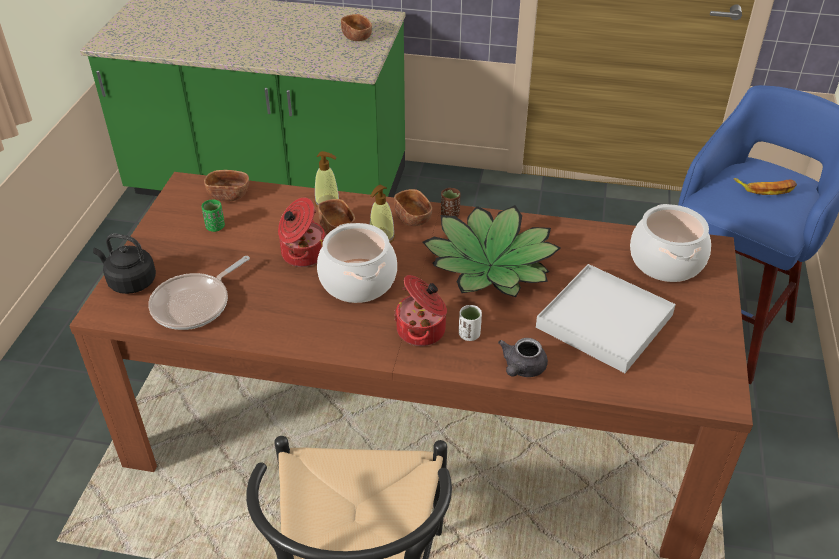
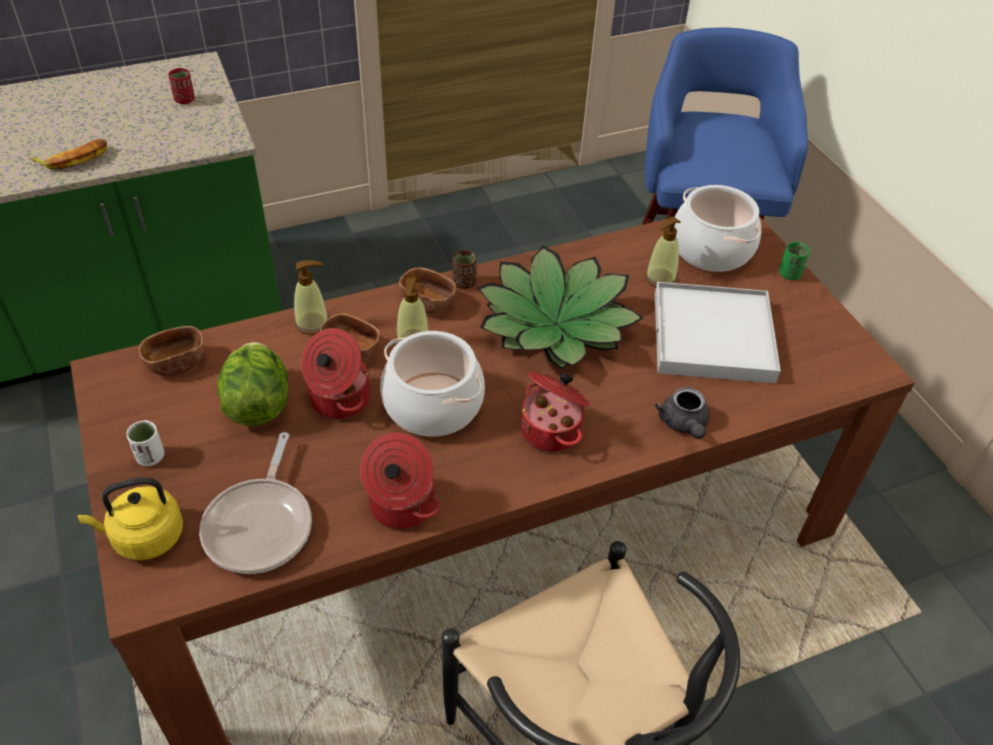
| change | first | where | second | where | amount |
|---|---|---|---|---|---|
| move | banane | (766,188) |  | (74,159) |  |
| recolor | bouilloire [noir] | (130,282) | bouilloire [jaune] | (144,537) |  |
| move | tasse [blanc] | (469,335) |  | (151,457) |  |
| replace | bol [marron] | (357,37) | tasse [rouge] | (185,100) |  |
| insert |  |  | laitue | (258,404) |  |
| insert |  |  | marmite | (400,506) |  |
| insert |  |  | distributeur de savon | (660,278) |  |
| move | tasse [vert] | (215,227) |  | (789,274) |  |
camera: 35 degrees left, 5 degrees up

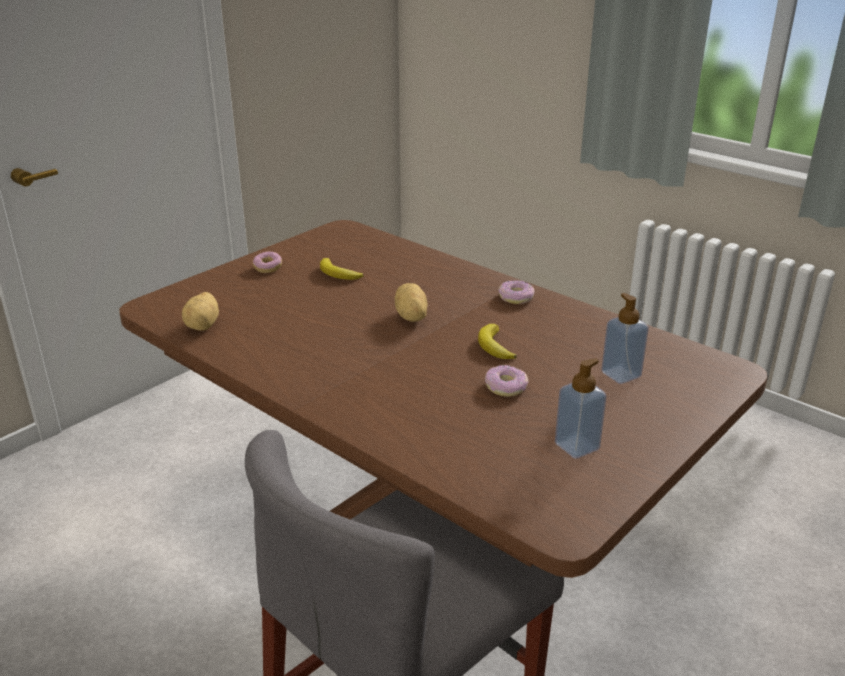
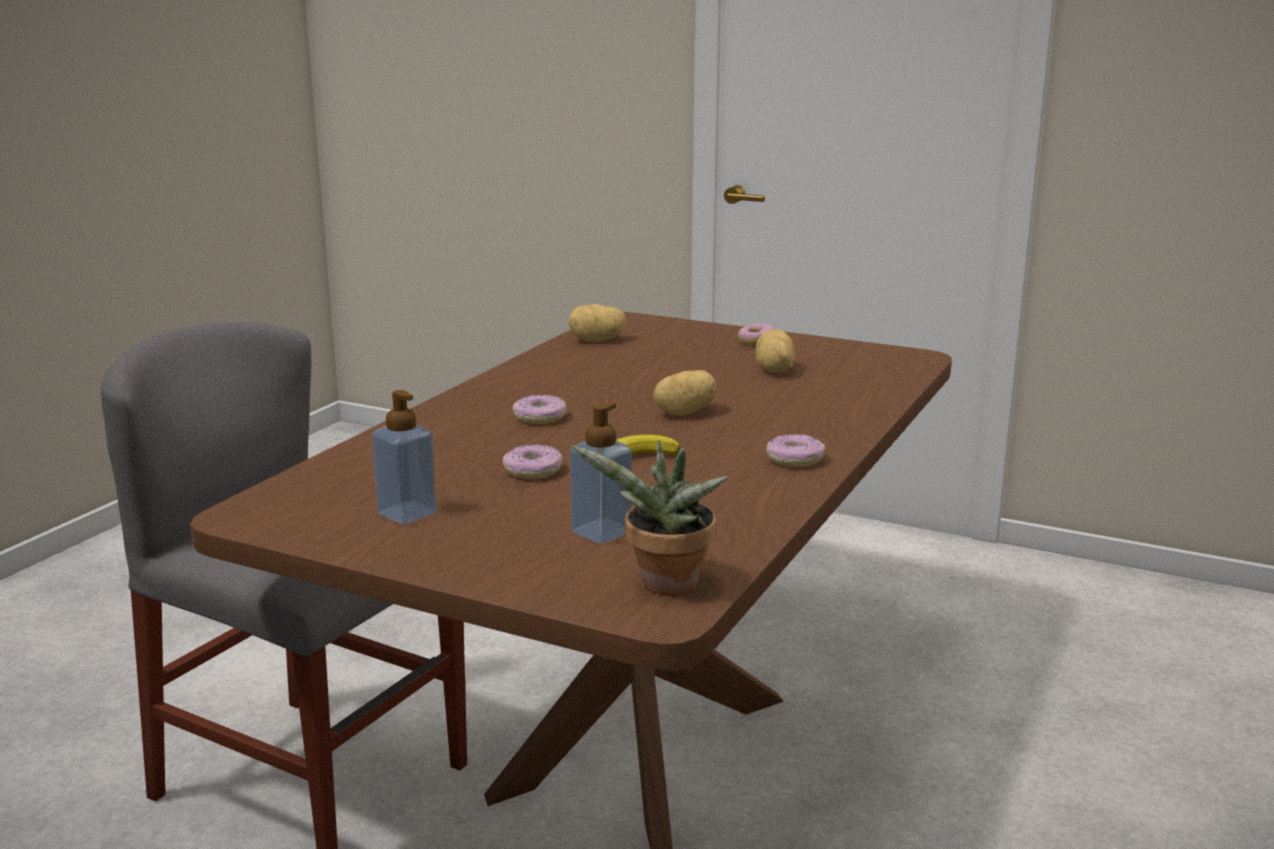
| change | first | where | second | where | amount |
|---|---|---|---|---|---|
| insert |  |  | beignet | (540,417) |  |
| insert |  |  | plante en pot | (664,587) |  |
| replace | banane | (338,274) | pomme de terre | (773,370) |  |
camera: 75 degrees right, 10 degrees down

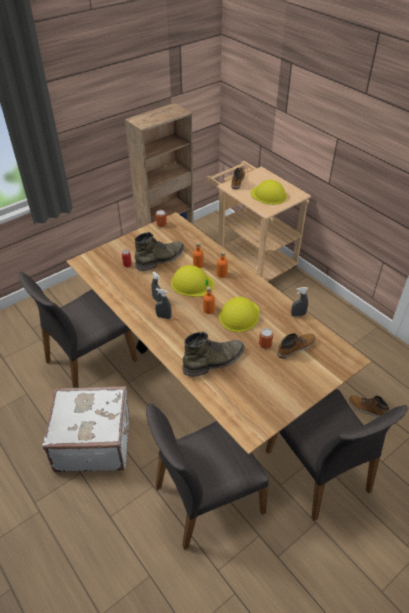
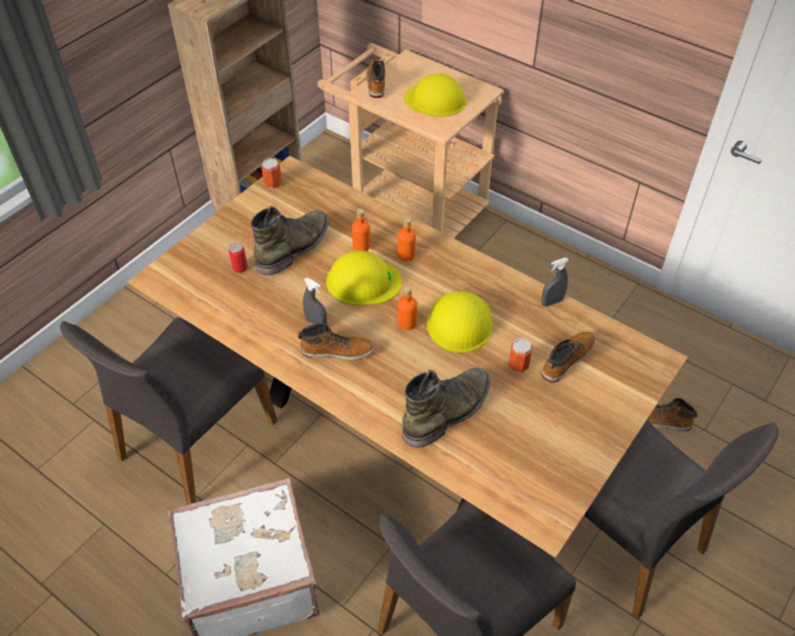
| change | first | where | second | where | amount |
|---|---|---|---|---|---|
| replace | vaporisateur [gris] | (164,317) | botte | (337,350) |  |
camera: 15 degrees left, 5 degrees up

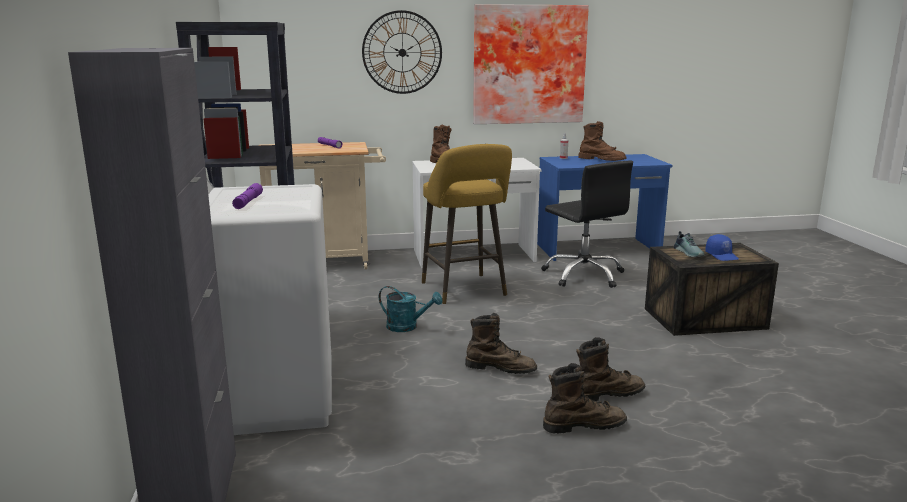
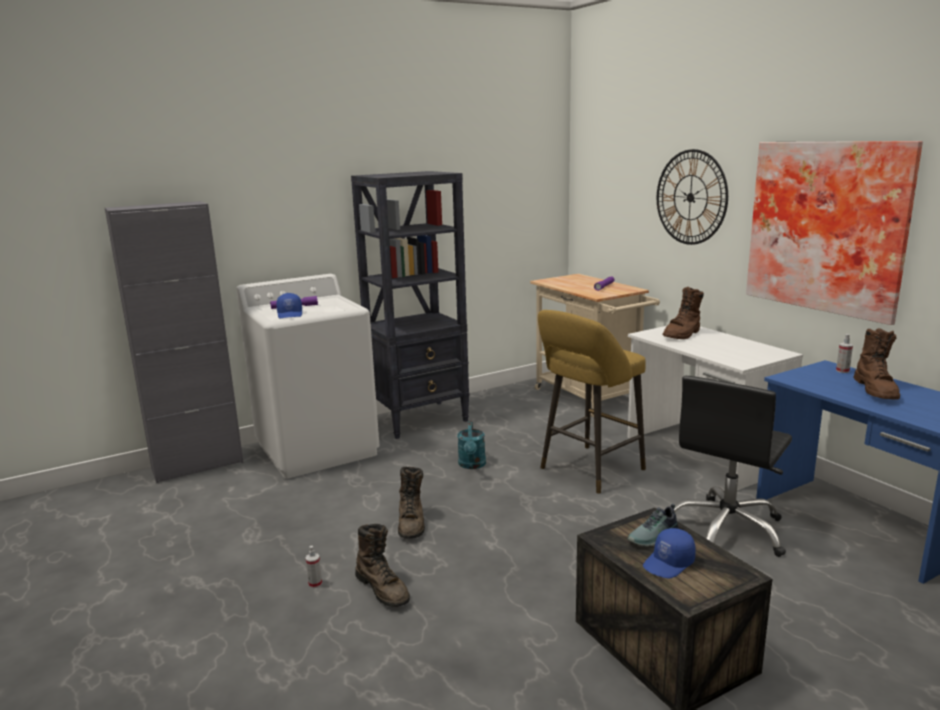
| change | first | where | second | where | amount |
|---|---|---|---|---|---|
| insert |  |  | casquette [bleu] | (290,314) |  |
| replace | botte [marron] | (583,426) | vaporisateur | (315,584) |  |
camera: 70 degrees right, 0 degrees up

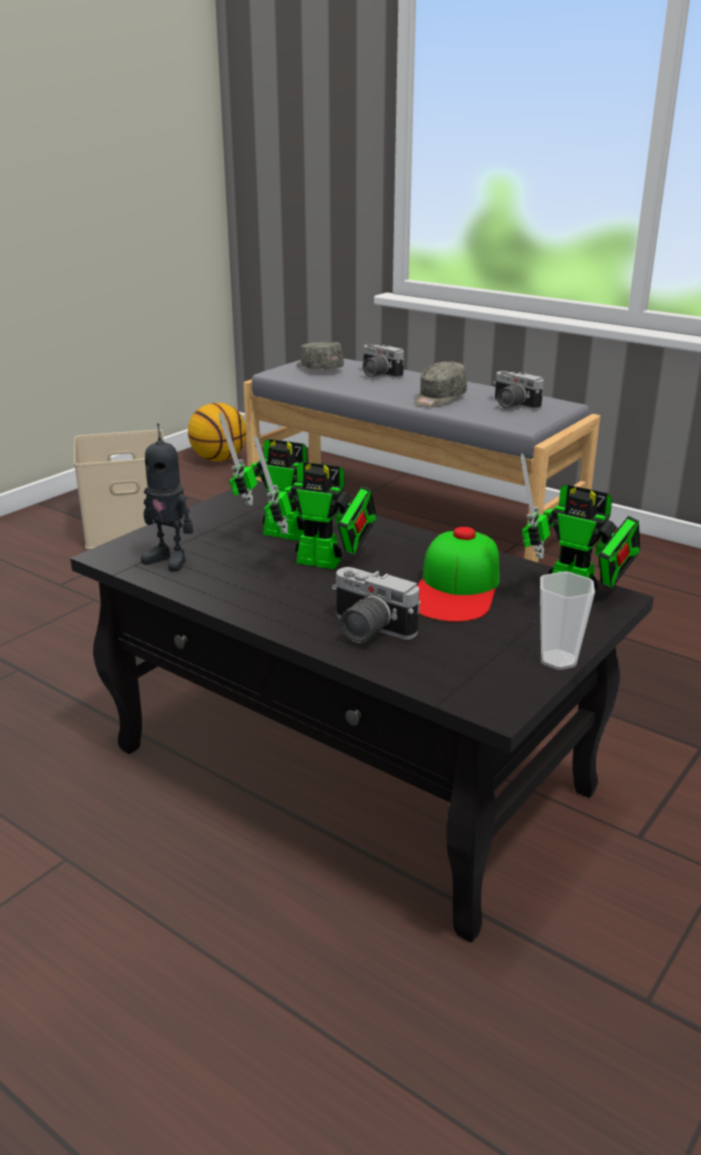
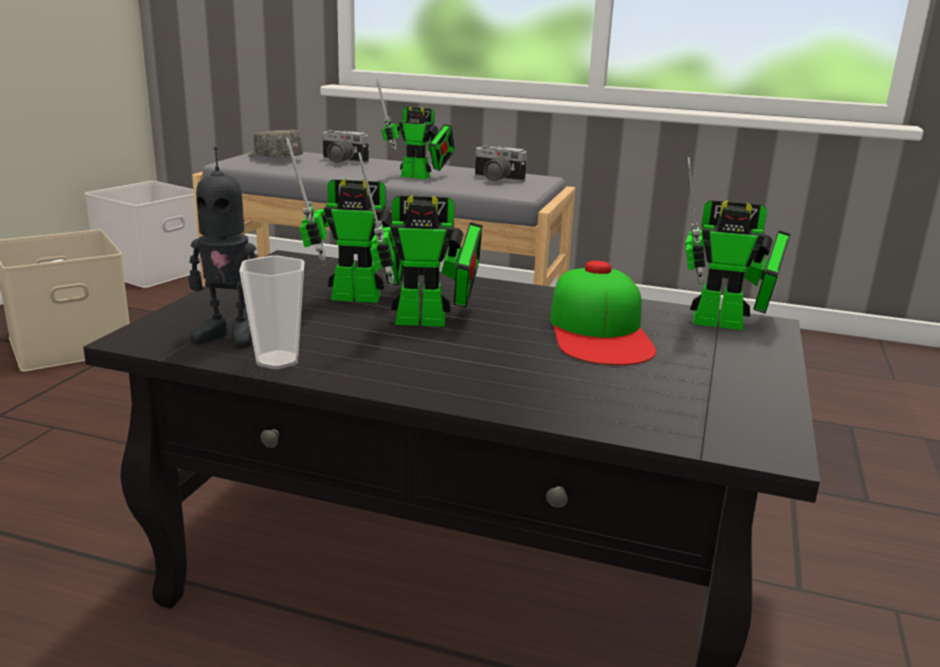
| change | first | where | second | where | amount |
|---|---|---|---|---|---|
| replace | ballon de basket | (219,459) | boîte de rangement [blanc] | (153,269) |  |
| move | tasse | (558,660) |  | (277,360) |  |
| replace | casquette [gris] | (439,399) | robot jouet | (420,177) |  |
| delete | appareil photo | (366,631) |  |  |  |
camera: 20 degrees left, 5 degrees down

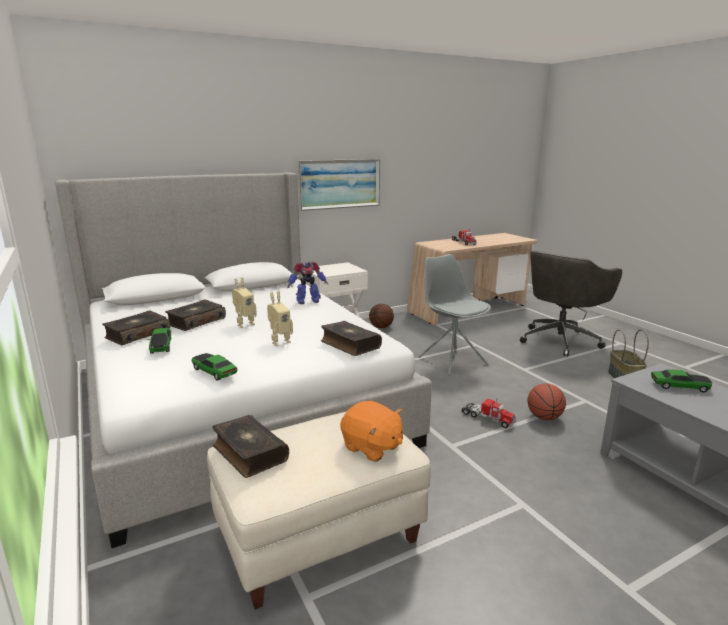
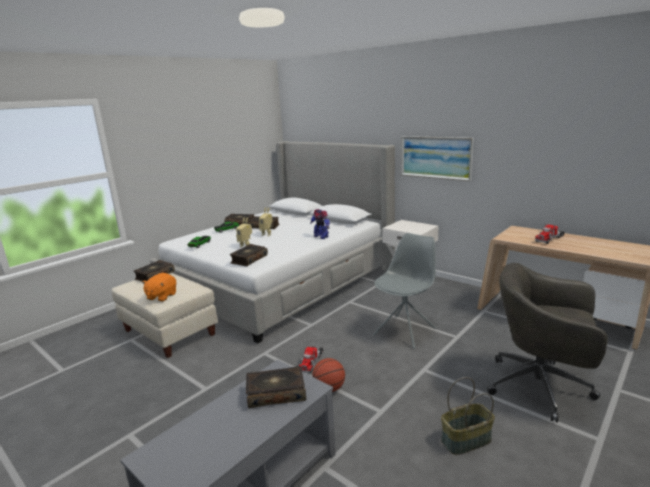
| change | first | where | second | where | amount |
|---|---|---|---|---|---|
| replace | petite voiture | (679,386) | livre | (276,393) |  |
| delete | ballon de basket | (381,327) |  |  |  |
camera: 70 degrees right, 0 degrees up

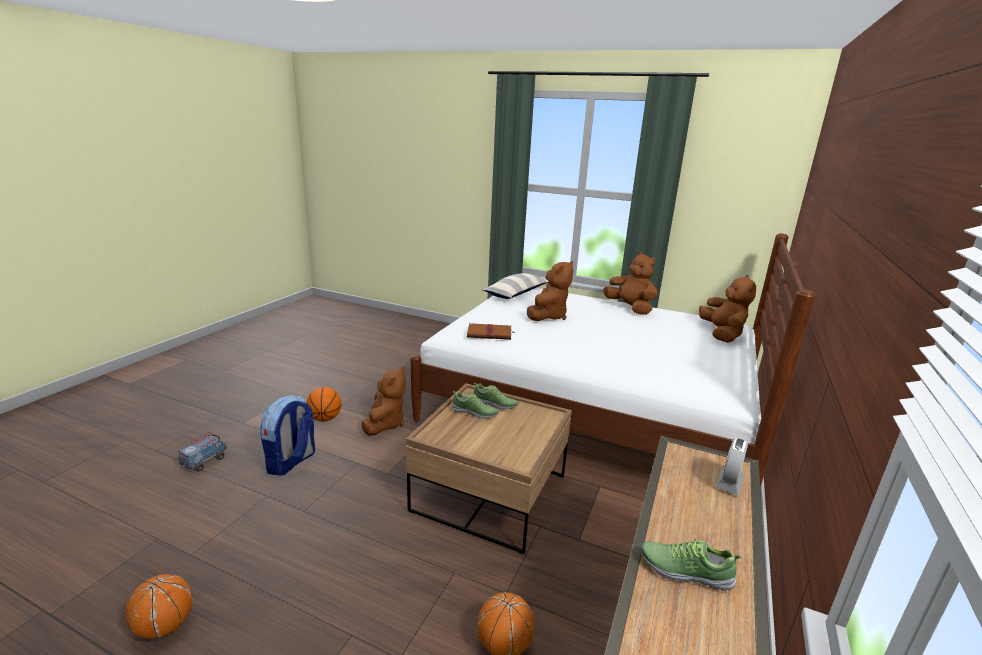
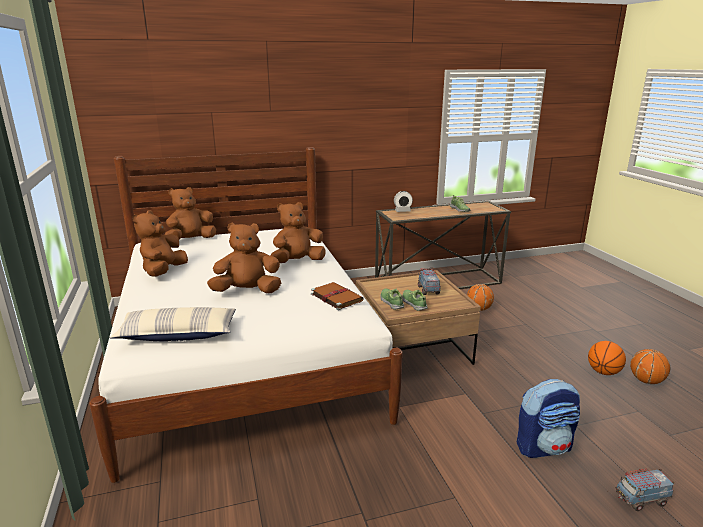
| change | first | where | second | where | amount |
|---|---|---|---|---|---|
| move | peluche [marron] | (385,424) |  | (297,262) |  |
| insert |  |  | camion jouet | (428,290) |  |
| move | ballon de basket | (325,418) |  | (603,372) |  |
camera: 130 degrees left, 0 degrees up

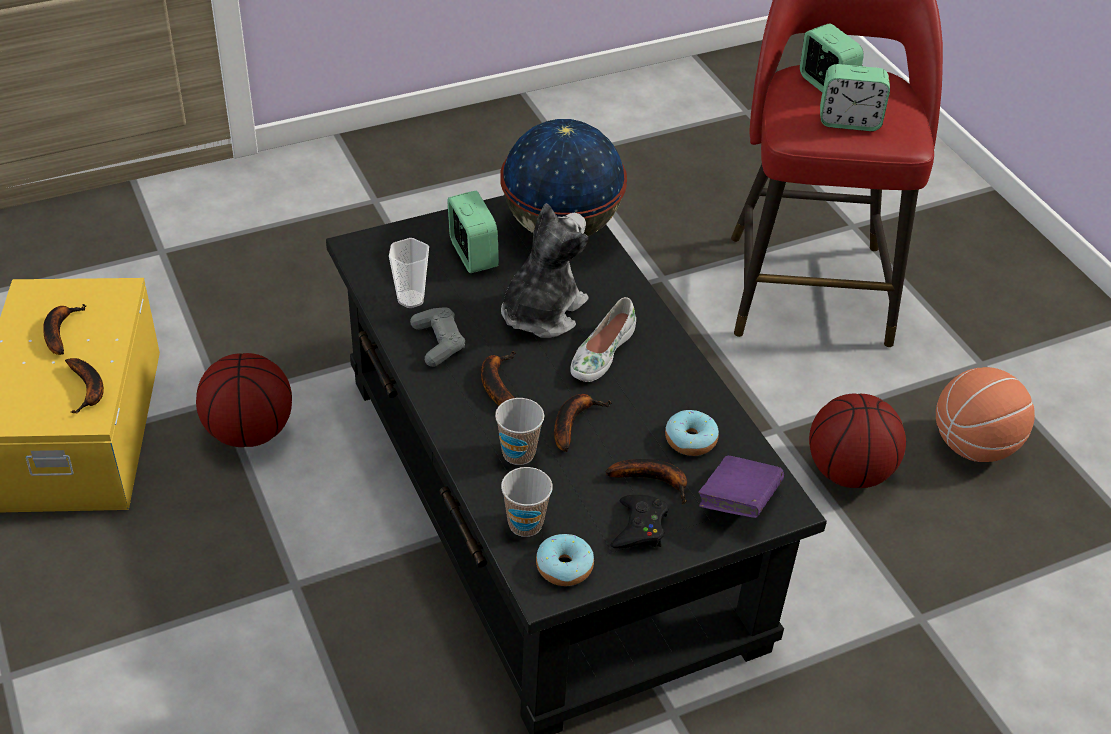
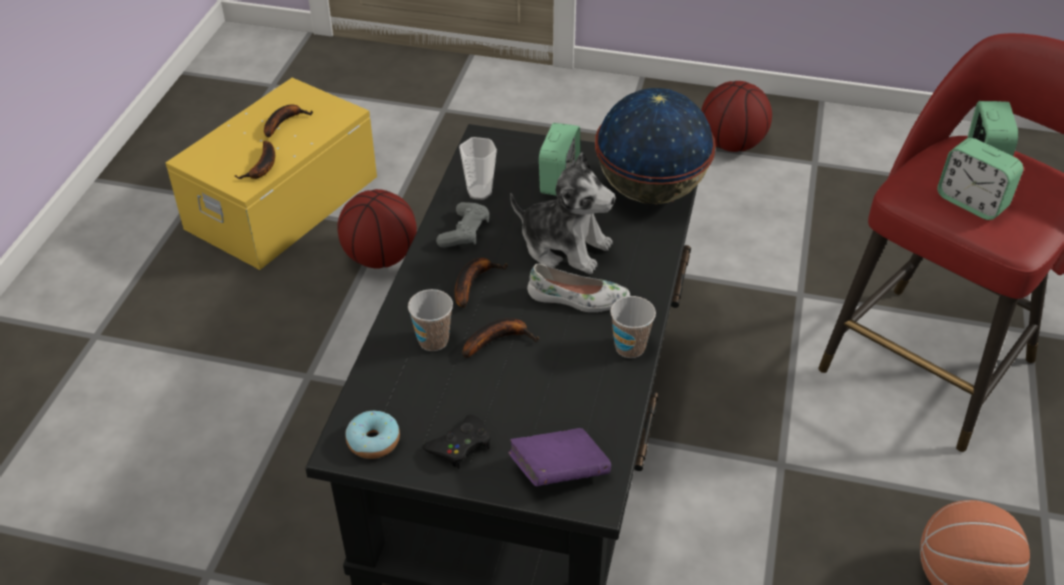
| change | first | where | second | where | amount |
|---|---|---|---|---|---|
| rotate | peluche | (541,312) |  | (564,246) | 45 degrees clockwise |
| rotate | chaussure [blanc] | (601,352) |  | (578,299) | 150 degrees counterclockwise |
| move | tasse | (525,524) |  | (630,347) |  |
| move | ballon de basket | (849,472) |  | (732,144) |  |
| delete | banane | (654,480) |  |  |  |
| delete | beignet | (690,440) |  |  |  |
camera: 40 degrees right, 0 degrees up

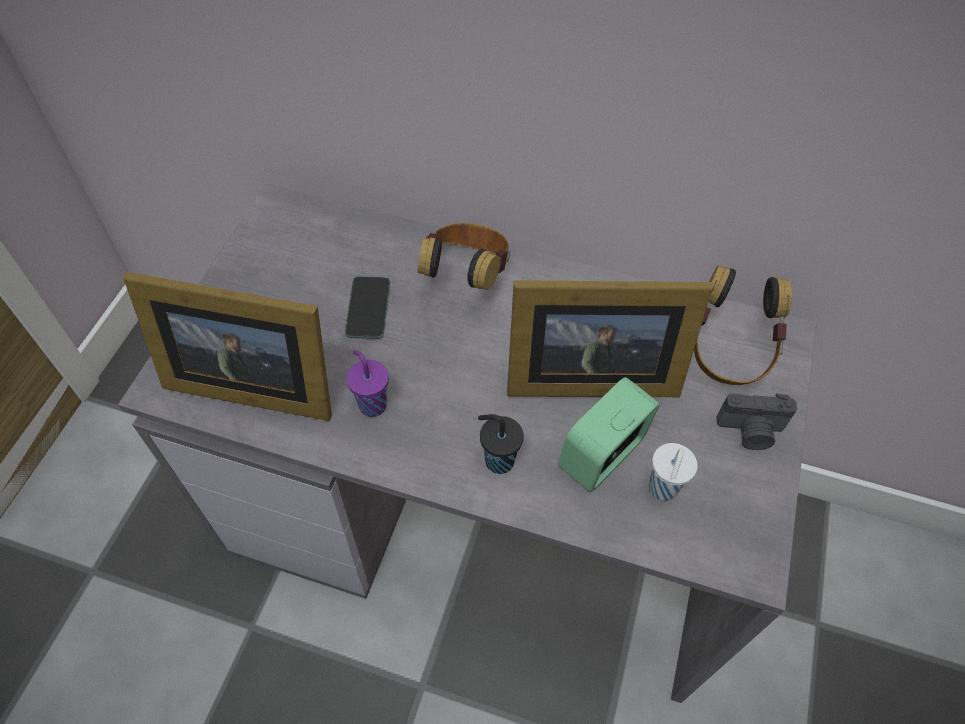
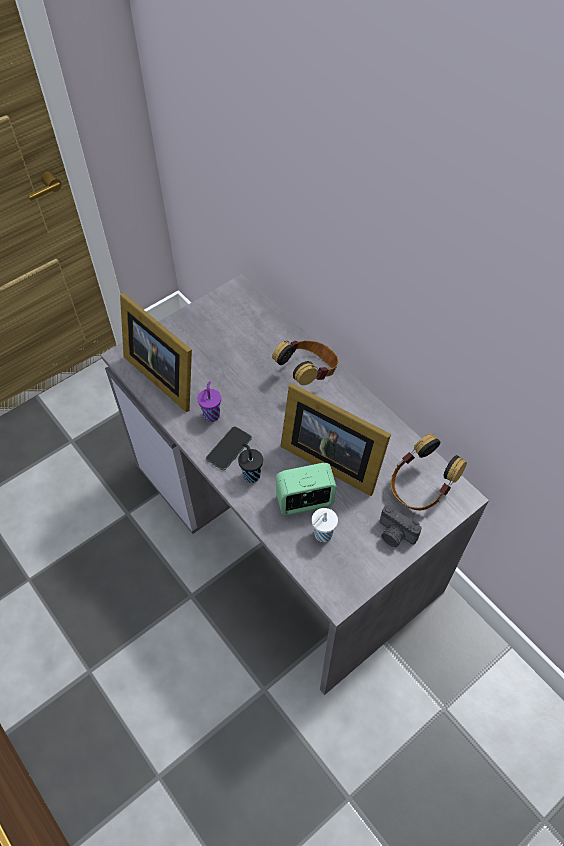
| change | first | where | second | where | amount |
|---|---|---|---|---|---|
| move | téléphone | (368,308) |  | (229,448) |  |
camera: 35 degrees right, 0 degrees up

